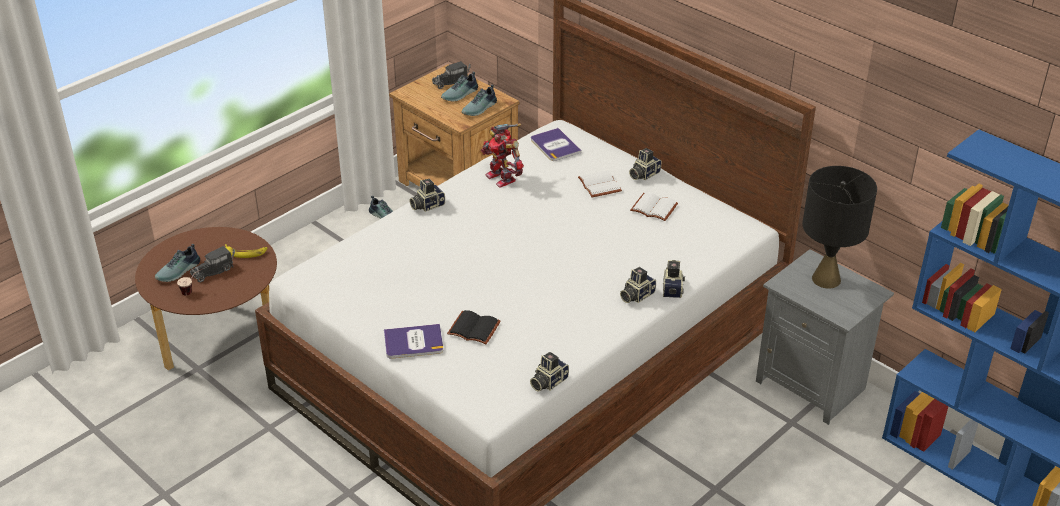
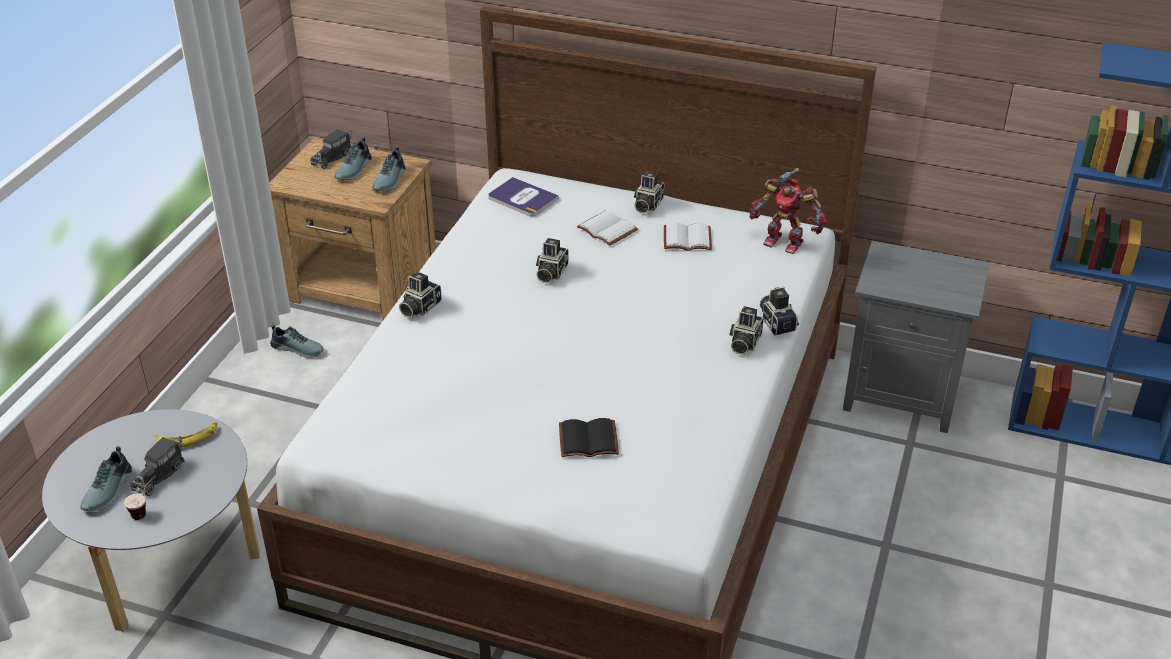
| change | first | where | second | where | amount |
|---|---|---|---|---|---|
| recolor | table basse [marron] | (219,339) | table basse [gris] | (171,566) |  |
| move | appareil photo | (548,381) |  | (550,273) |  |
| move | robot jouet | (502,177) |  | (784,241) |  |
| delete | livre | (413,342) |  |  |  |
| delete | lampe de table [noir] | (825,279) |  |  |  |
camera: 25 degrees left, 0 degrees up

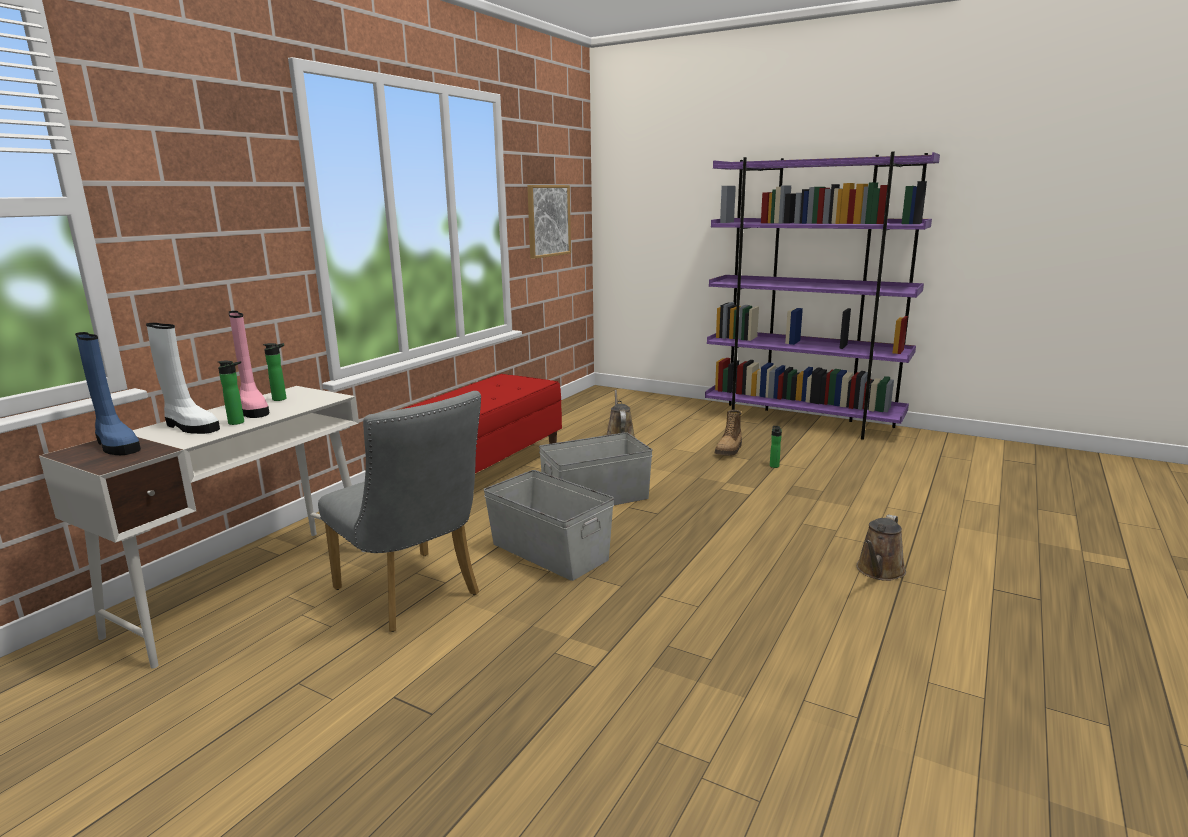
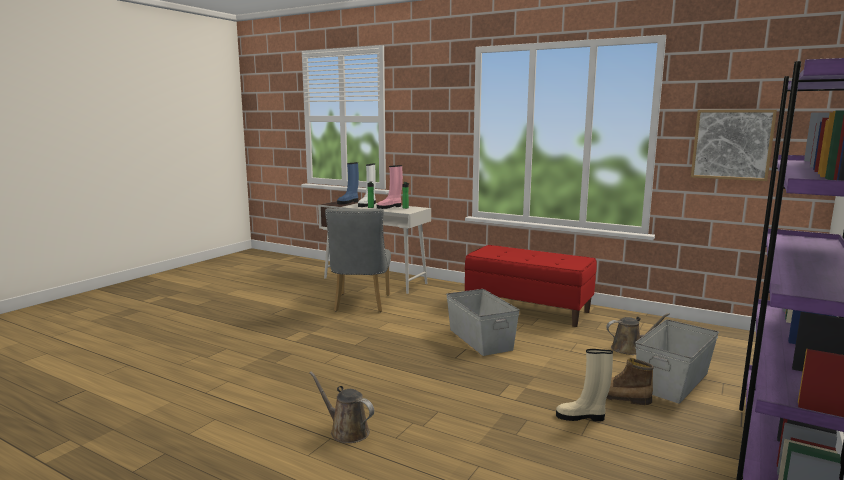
| change | first | where | second | where | amount |
|---|---|---|---|---|---|
| rotate | chaise [gris] | (413,595) |  | (360,304) | 45 degrees counterclockwise |
| replace | bouteille | (774,465) | botte [beige] | (581,417) |  |
| move | boîte de rangement [gris] | (549,551) |  | (674,381) |  |
camera: 90 degrees right, 5 degrees down

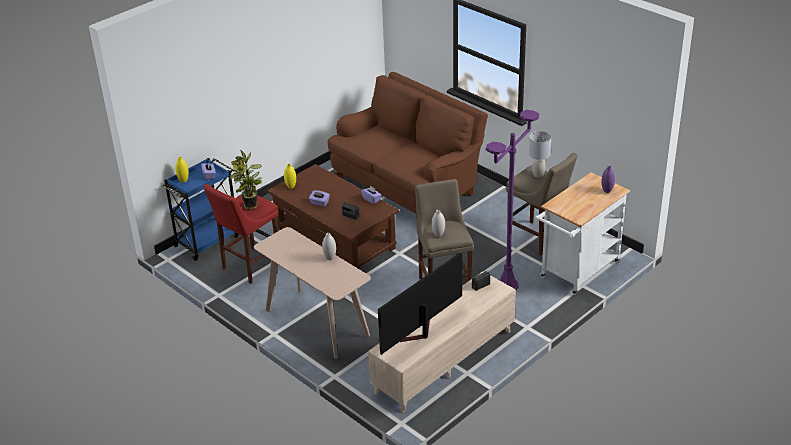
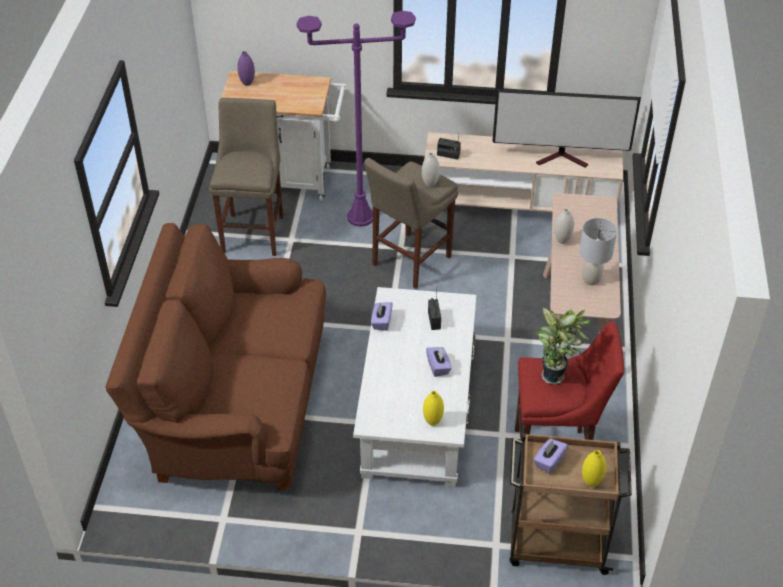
| change | first | where | second | where | amount |
|---|---|---|---|---|---|
| recolor | table basse [marron] | (335,238) | table basse [blanc] | (417,408) |  |
| recolor | chariot [bleu] | (208,240) | chariot [marron] | (556,544) |  |
| move | lampe de table [gris] | (538,174) |  | (591,279) |  |
camera: 130 degrees left, 10 degrees up

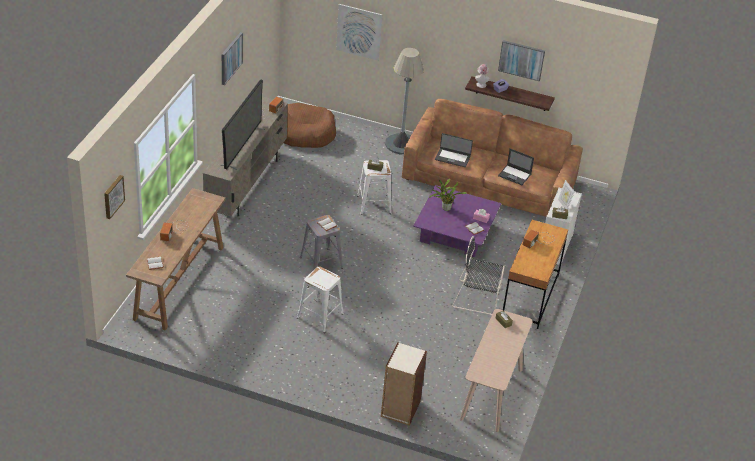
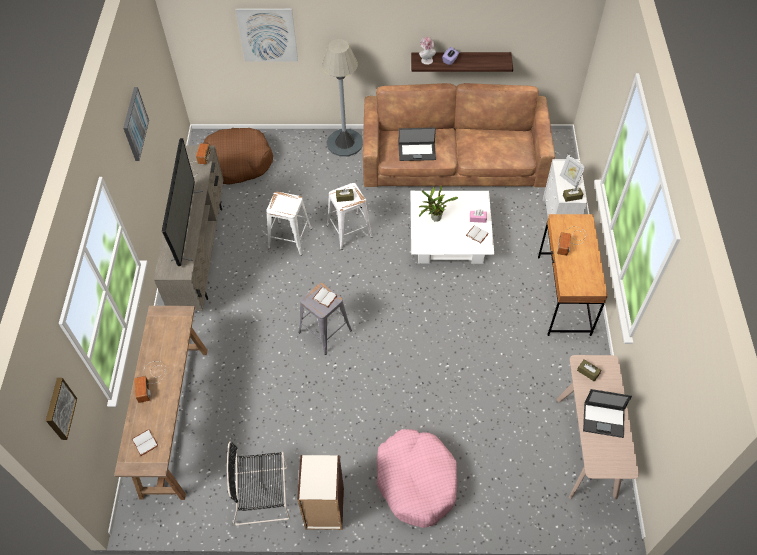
| change | first | where | second | where | amount |
|---|---|---|---|---|---|
| move | chaise [noir] | (478,298) |  | (263,495) |  |
| move | tabouret [blanc] | (320,316) |  | (290,239) |  |
| move | bibliothèque | (400,409) |  | (324,509) |  |
| insert |  |  | panier pour chien [rose] | (416,481) |  |
| recolor | table basse [violet] | (455,232) | table basse [blanc] | (449,237) |  |
| move | ordinateur portable | (515,175) |  | (604,420) |  |
| delete | tableau | (521,60) |  |  |  |
camera: 15 degrees left, 15 degrees up

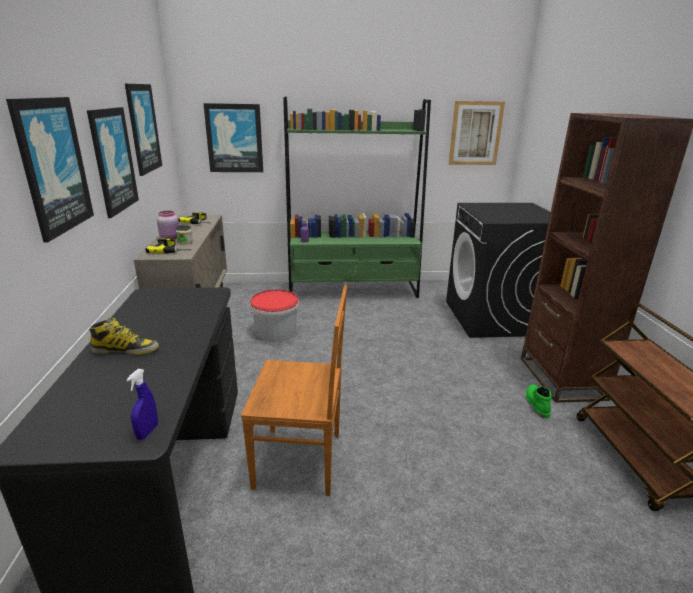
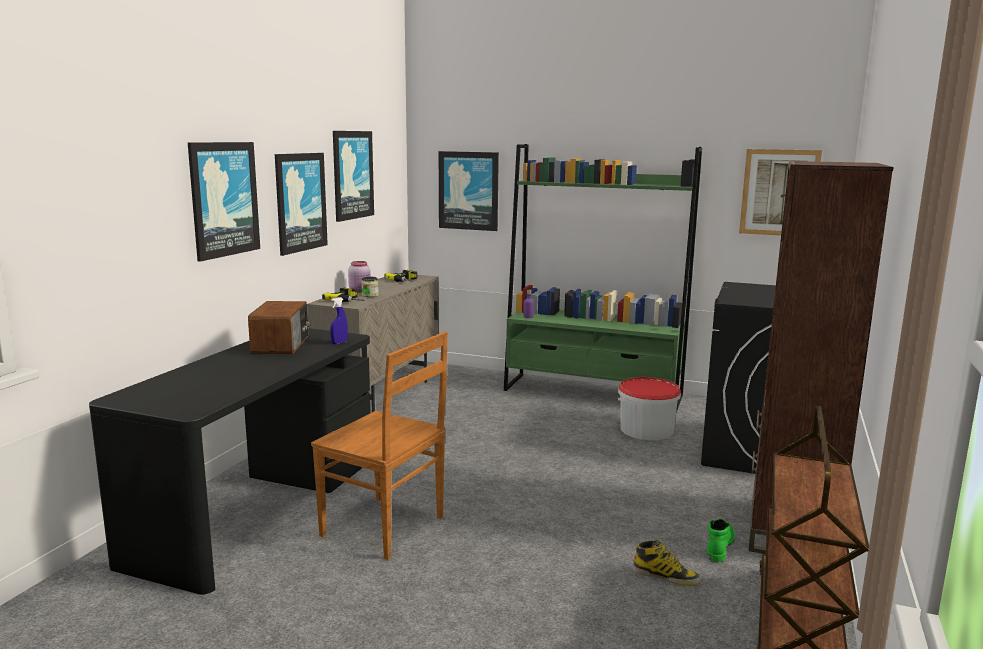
| change | first | where | second | where | amount |
|---|---|---|---|---|---|
| insert |  |  | radio | (282,345) |  |
| move | vaporisateur [bleu] | (147,432) |  | (339,342) |  |
| move | seau | (276,331) |  | (647,430) |  |
| move | botte | (126,349) |  | (666,576) |  |
camera: 25 degrees right, 10 degrees down

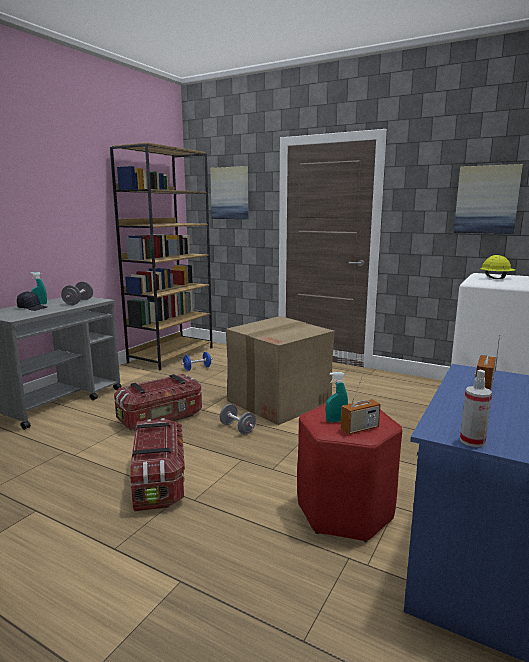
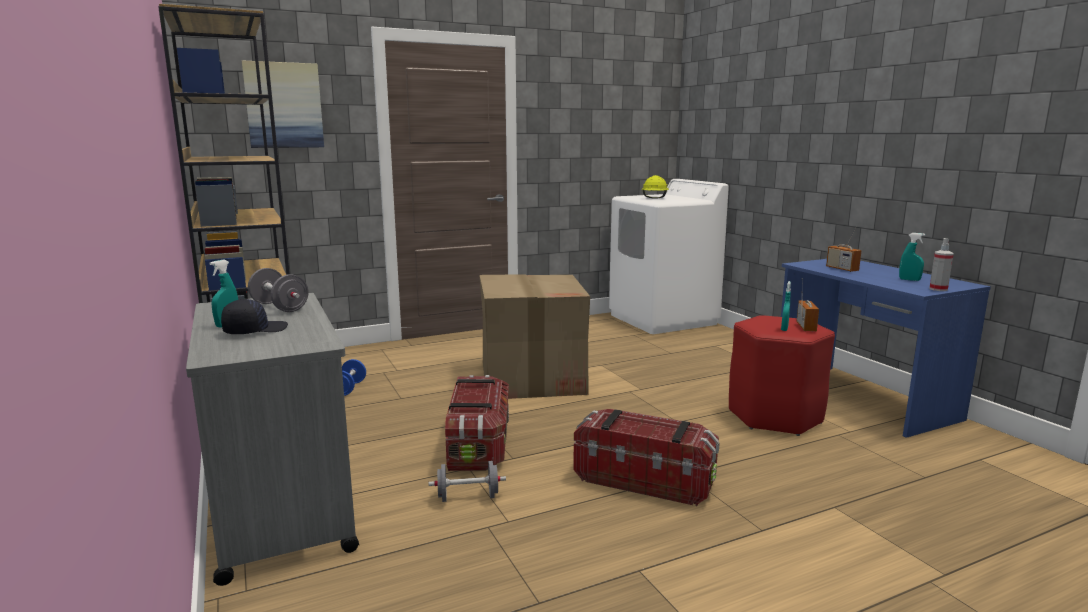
| change | first | where | second | where | amount |
|---|---|---|---|---|---|
| move | haltère [gris] | (237,428) |  | (468,497) |  |
| insert |  |  | vaporisateur [turquoise] | (909,280) |  |
| delete | tableau | (487,200) |  |  |  |
camera: 55 degrees left, 0 degrees up

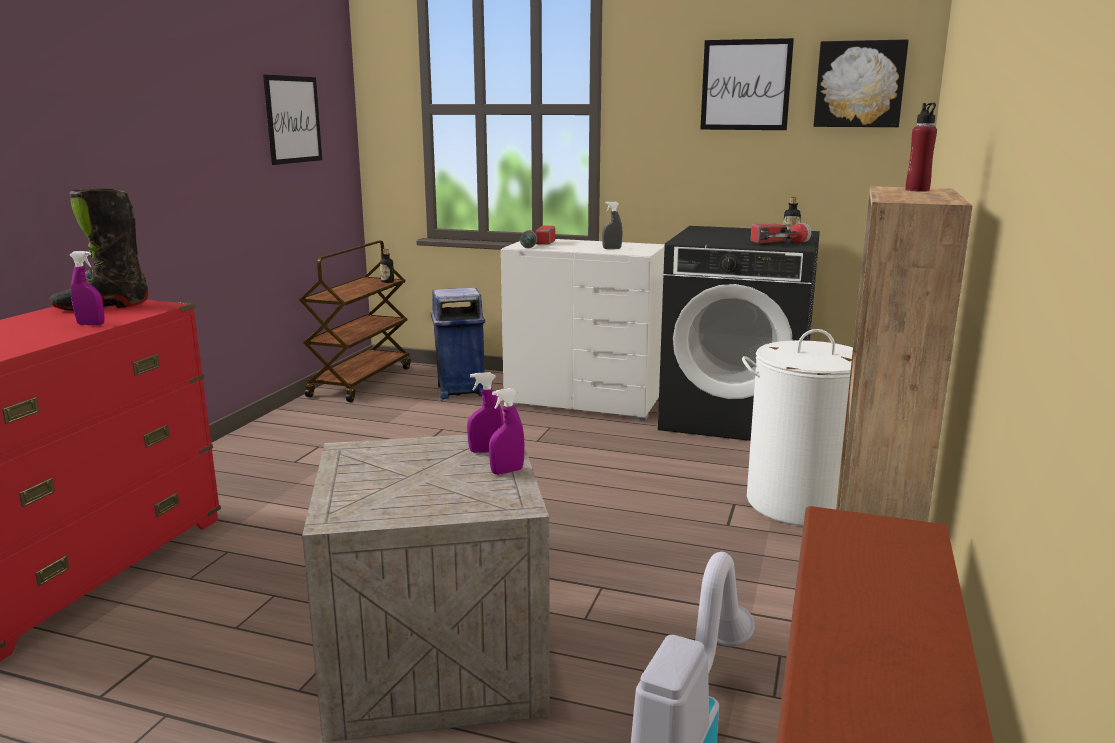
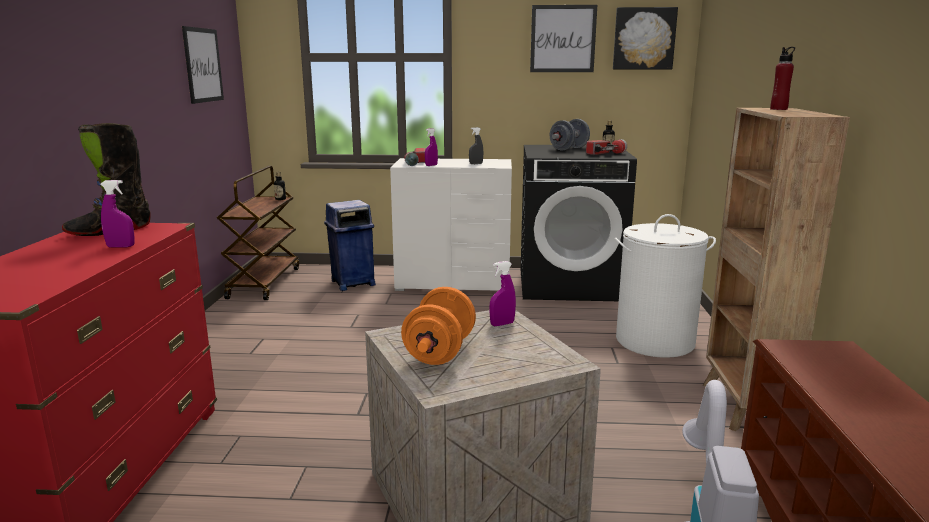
| change | first | where | second | where | amount |
|---|---|---|---|---|---|
| insert |  |  | haltère [orange] | (440,352) |  |
| move | vaporisateur [violet] | (507,471) |  | (431,165) |  |
| insert |  |  | haltère [gris] | (569,149) |  |
camera: 15 degrees left, 0 degrees up

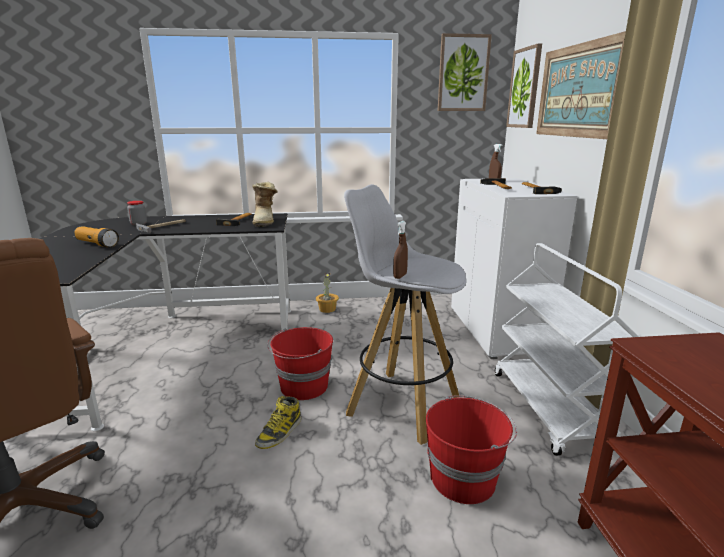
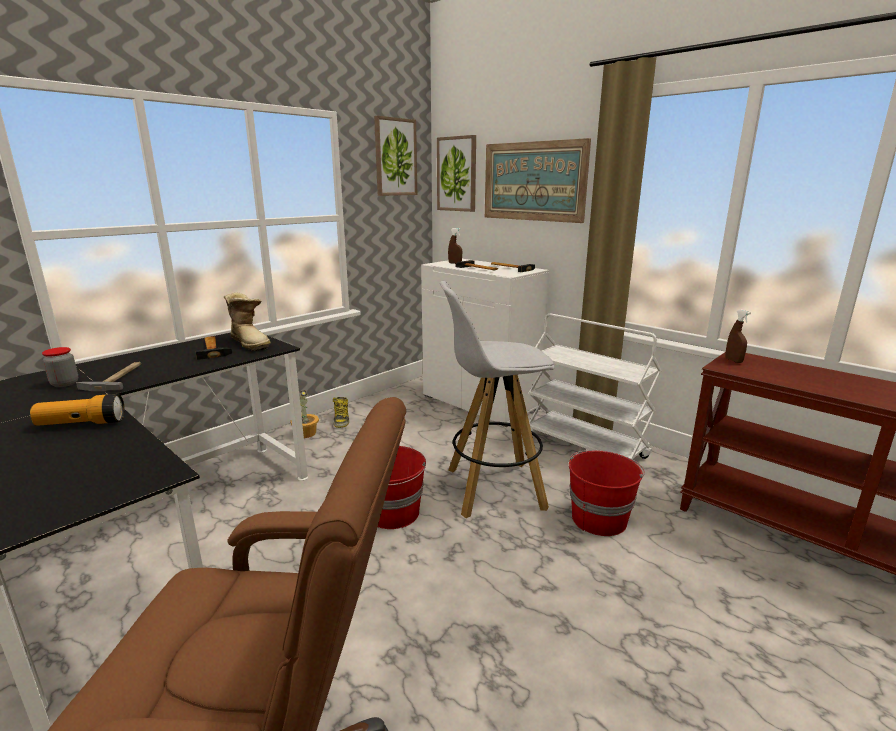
| change | first | where | second | where | amount |
|---|---|---|---|---|---|
| move | botte | (279,432) |  | (341,420) |  |
| move | vaporisateur [marron] | (400,276) |  | (733,360) |  |
camera: 40 degrees left, 0 degrees up

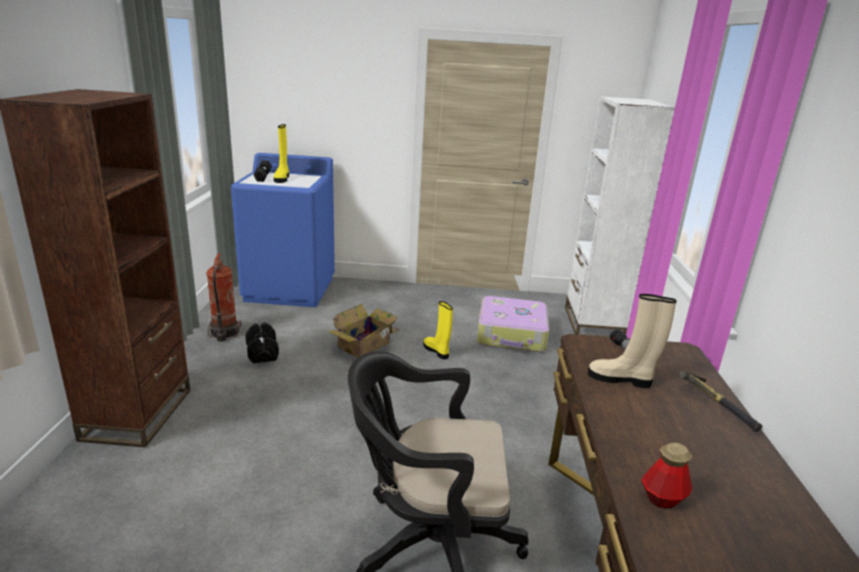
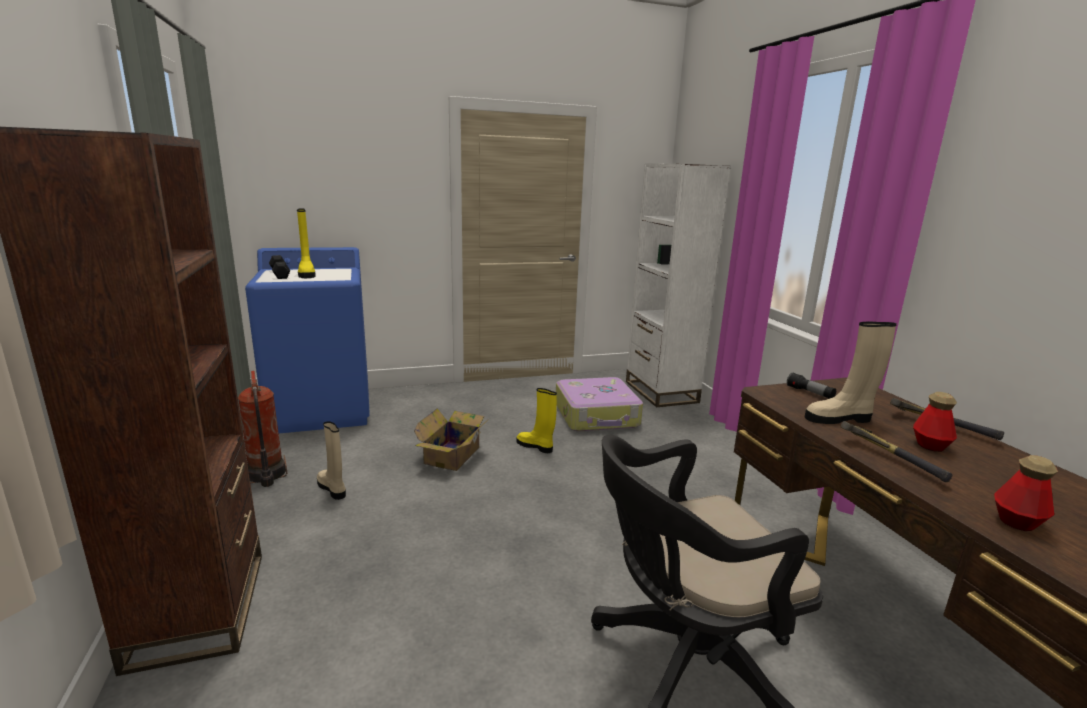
| change | first | where | second | where | amount |
|---|---|---|---|---|---|
| replace | haltère [noir] | (262,352) | botte [beige] | (333,489) |  |
| insert |  |  | marteau | (891,458) |  |
| insert |  |  | bouteille | (930,445) |  |
camera: 20 degrees left, 5 degrees down

